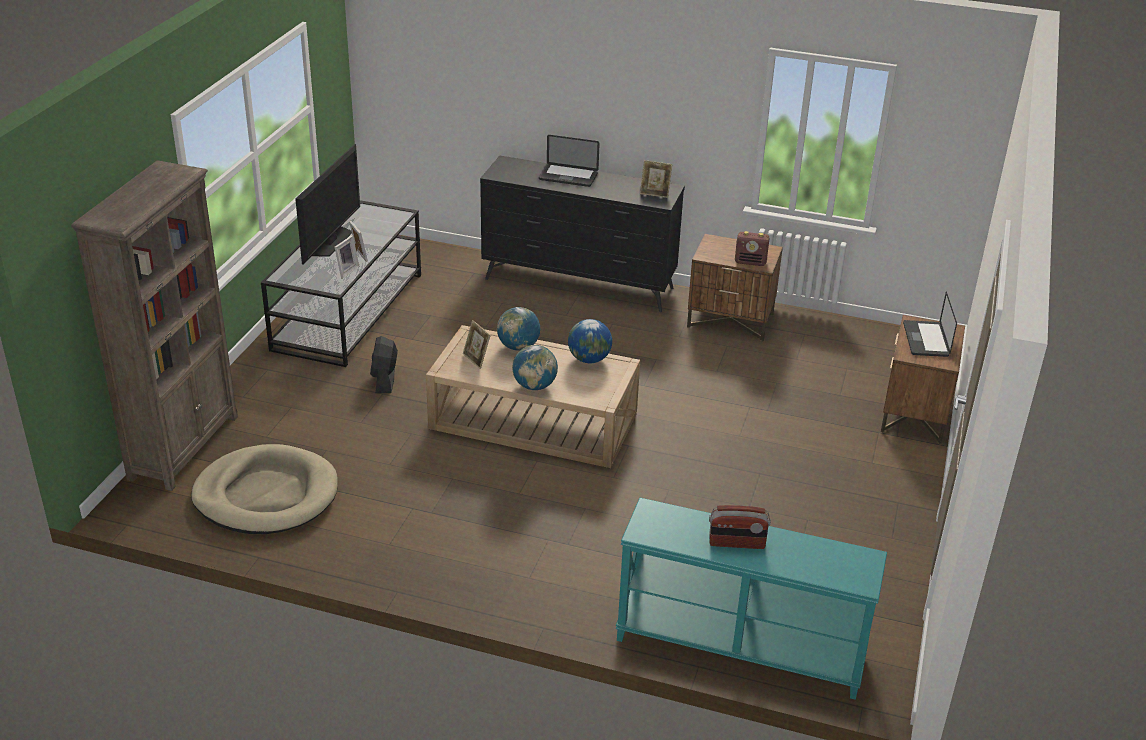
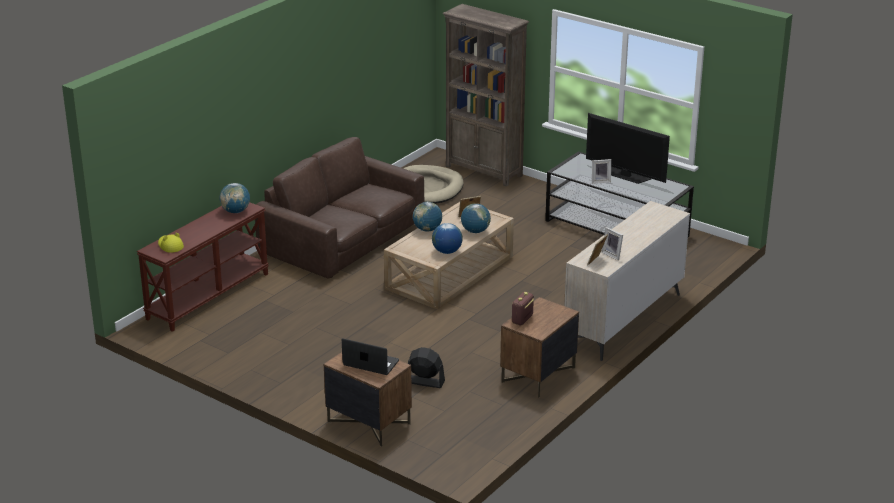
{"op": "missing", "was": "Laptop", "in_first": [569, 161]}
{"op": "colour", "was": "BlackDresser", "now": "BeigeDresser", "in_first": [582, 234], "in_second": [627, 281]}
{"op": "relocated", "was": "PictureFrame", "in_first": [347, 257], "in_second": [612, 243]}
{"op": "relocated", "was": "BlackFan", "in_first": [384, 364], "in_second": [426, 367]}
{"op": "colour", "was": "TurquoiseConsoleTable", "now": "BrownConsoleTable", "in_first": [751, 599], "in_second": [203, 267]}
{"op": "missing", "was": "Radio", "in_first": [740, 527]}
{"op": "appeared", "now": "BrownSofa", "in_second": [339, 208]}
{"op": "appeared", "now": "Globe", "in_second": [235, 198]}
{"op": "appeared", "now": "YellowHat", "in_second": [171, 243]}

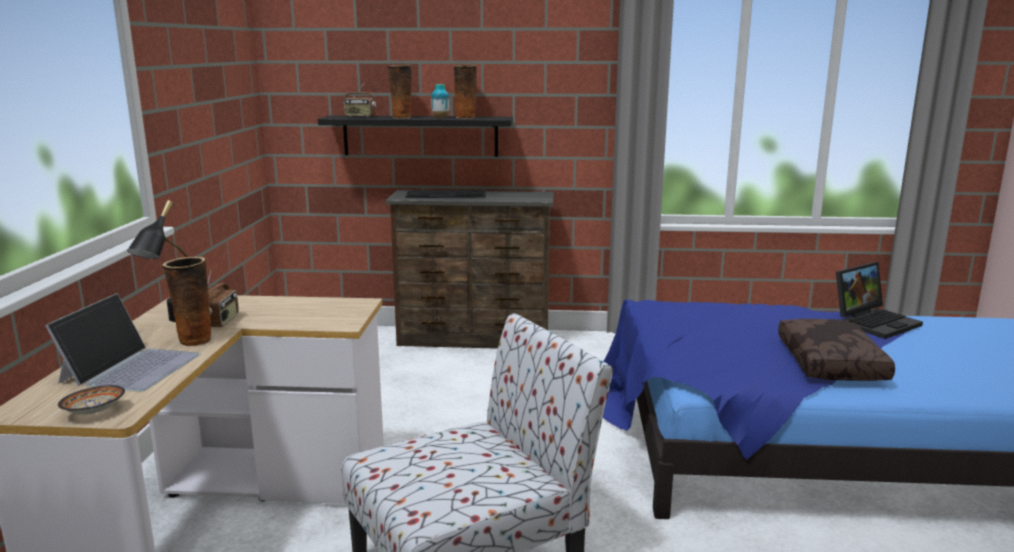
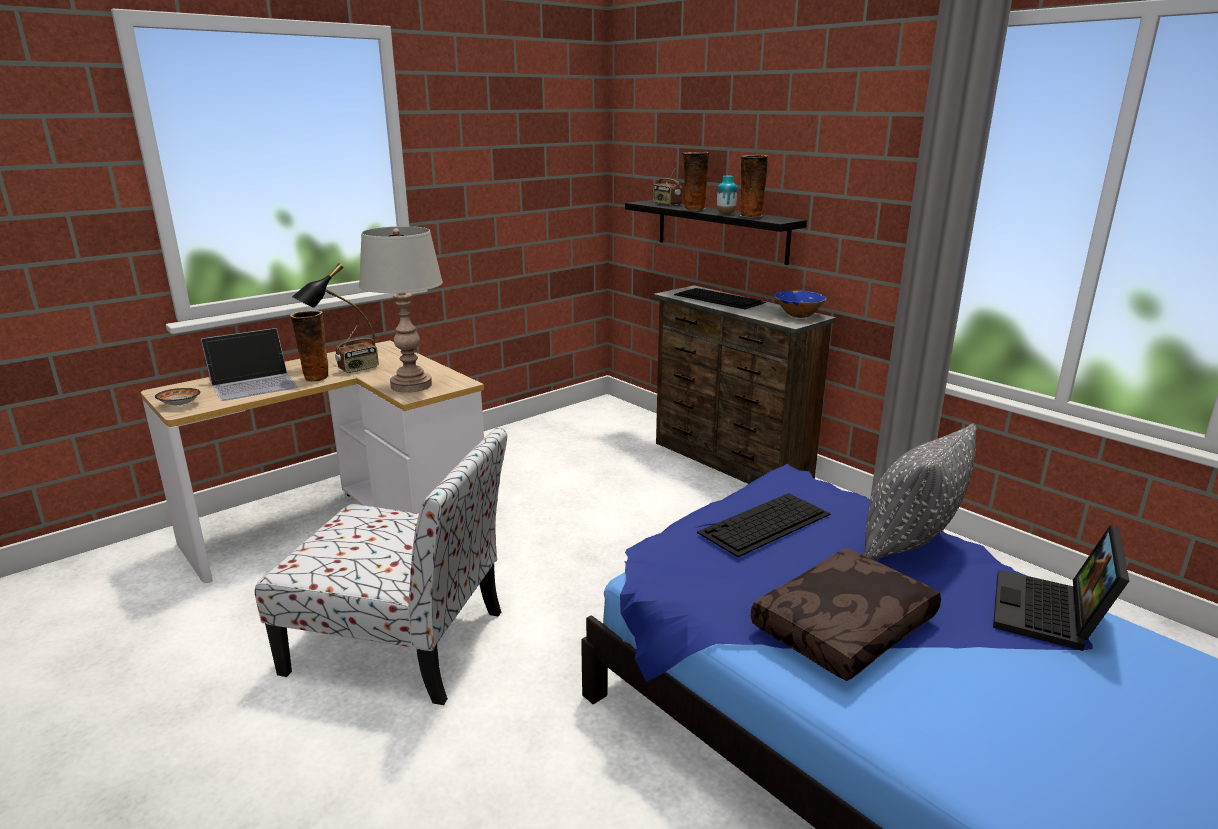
{"op": "spun", "was": "Laptop", "in_first": [879, 300], "in_second": [1061, 588], "clockwise": 105}
{"op": "appeared", "now": "GreyTableLamp", "in_second": [401, 309]}
{"op": "appeared", "now": "BlueBowl", "in_second": [800, 304]}
{"op": "appeared", "now": "GreyPillow", "in_second": [920, 492]}
{"op": "appeared", "now": "Keyboard", "in_second": [764, 525]}

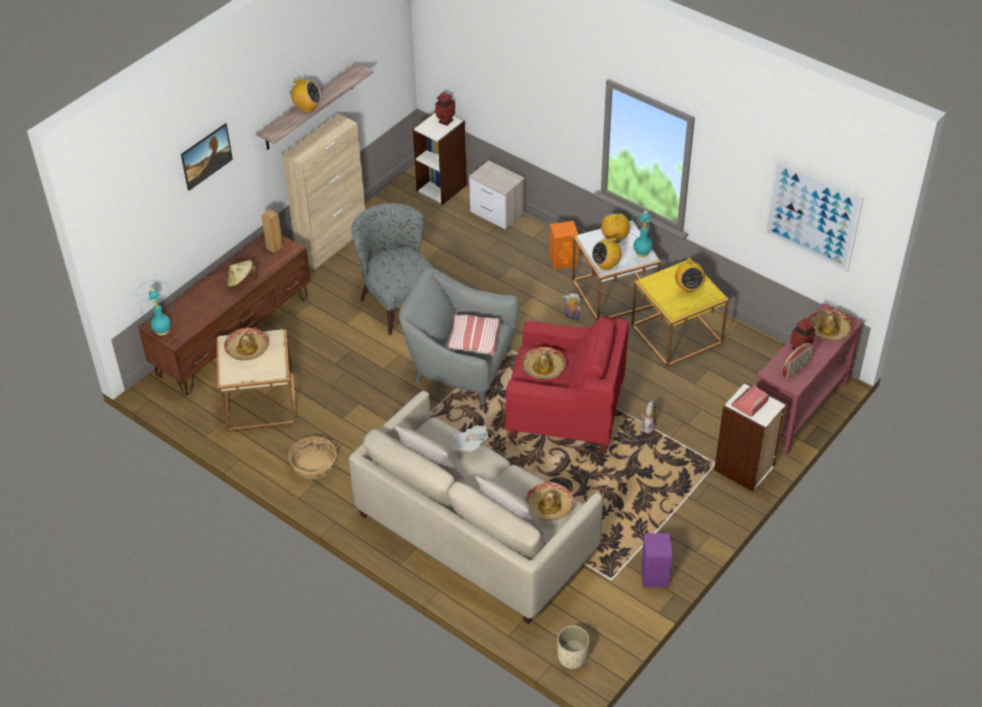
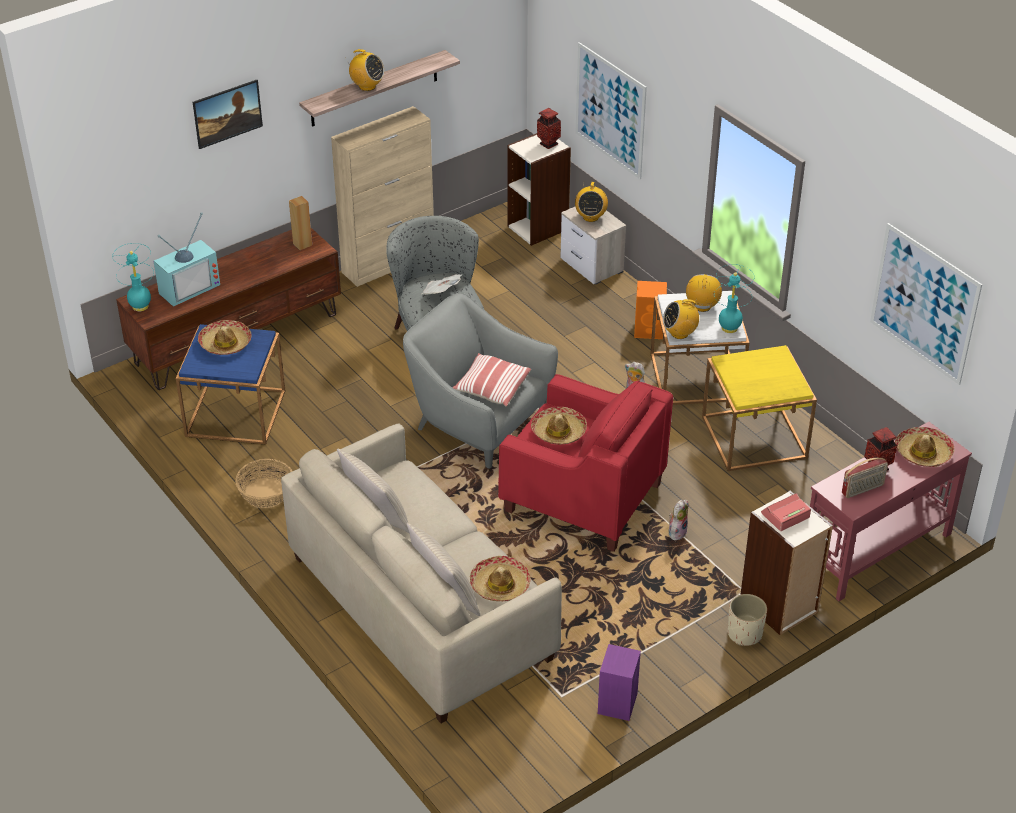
{"op": "relocated", "was": "Radio", "in_first": [690, 275], "in_second": [591, 202]}
{"op": "missing", "was": "BeigeHat", "in_first": [241, 274]}
{"op": "colour", "was": "BeigeSideTable", "now": "BlueSideTable", "in_first": [256, 380], "in_second": [230, 384]}
{"op": "relocated", "was": "Newspaper", "in_first": [469, 439], "in_second": [441, 284]}
{"op": "relocated", "was": "BeigePlanter", "in_first": [573, 647], "in_second": [747, 620]}
{"op": "appeared", "now": "Picture", "in_second": [611, 110]}
{"op": "appeared", "now": "Television", "in_second": [187, 259]}

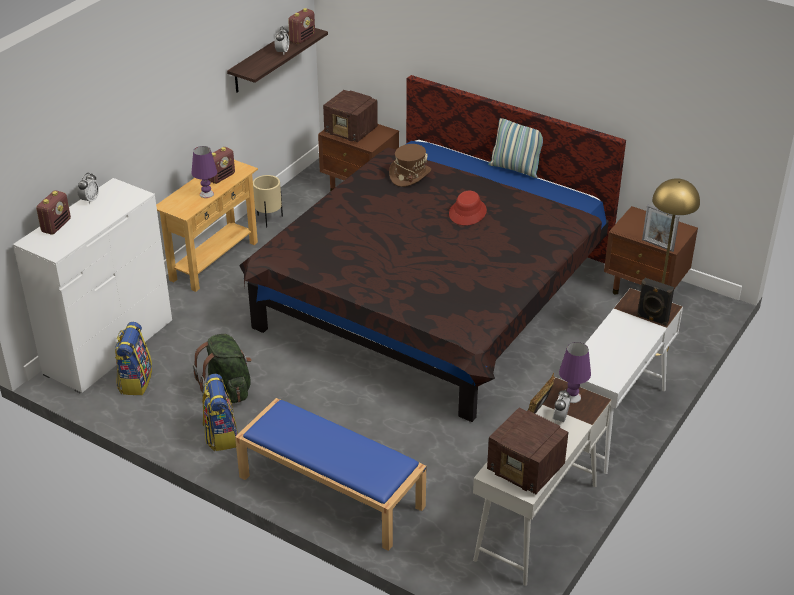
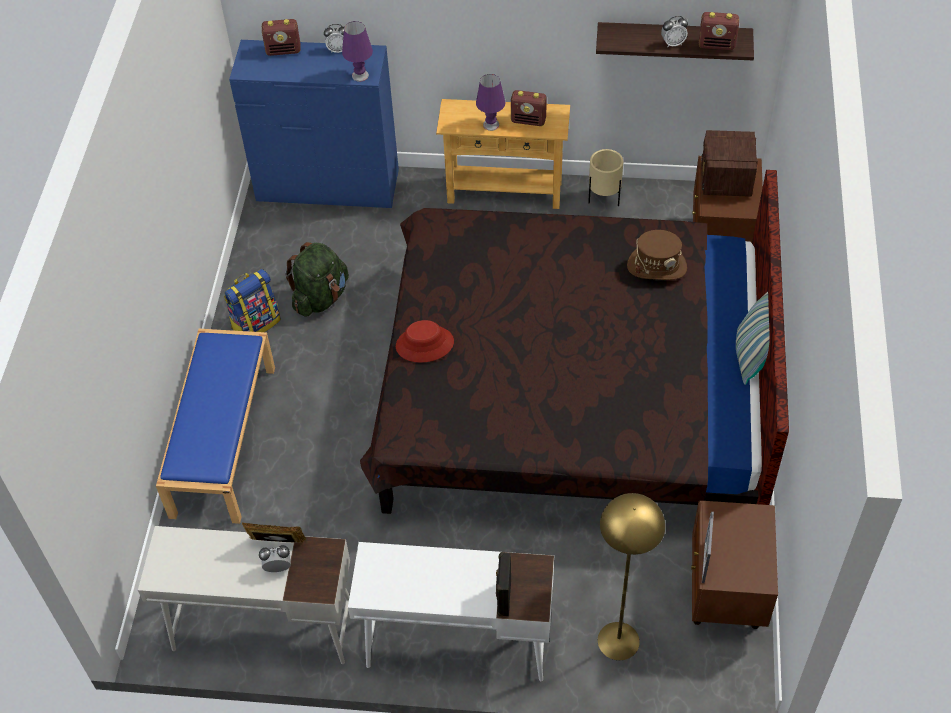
{"op": "colour", "was": "WhiteDresser", "now": "BlueDresser", "in_first": [92, 285], "in_second": [314, 124]}
{"op": "relocated", "was": "RedHat", "in_first": [468, 208], "in_second": [425, 341]}
{"op": "missing", "was": "Backpack", "in_first": [133, 358]}
{"op": "relocated", "was": "PurpleTableLamp", "in_first": [575, 372], "in_second": [357, 51]}
{"op": "missing", "was": "Radio", "in_first": [527, 451]}

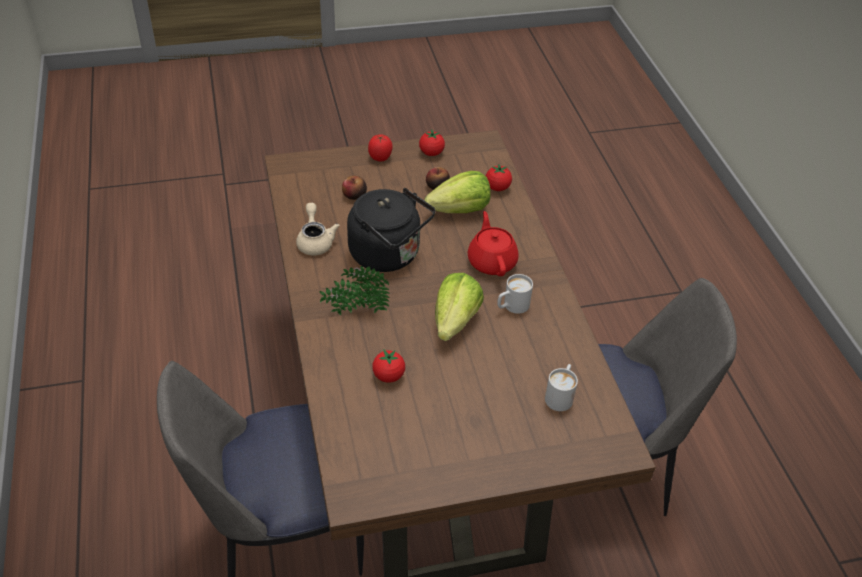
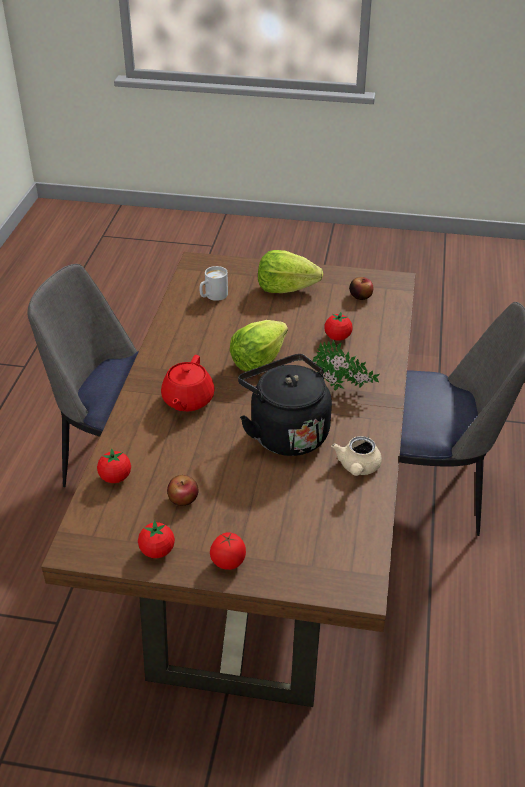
{"op": "relocated", "was": "Lettuce", "in_first": [458, 192], "in_second": [290, 271]}
{"op": "relocated", "was": "Apple", "in_first": [354, 188], "in_second": [361, 288]}
{"op": "missing", "was": "WhiteMug", "in_first": [515, 294]}

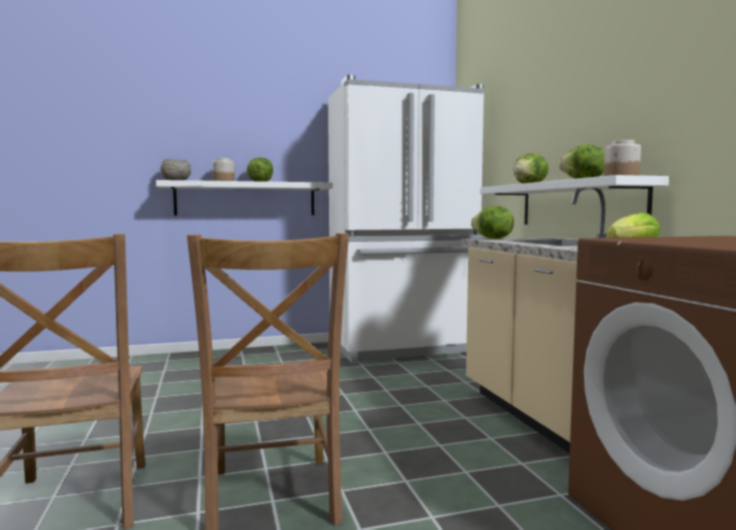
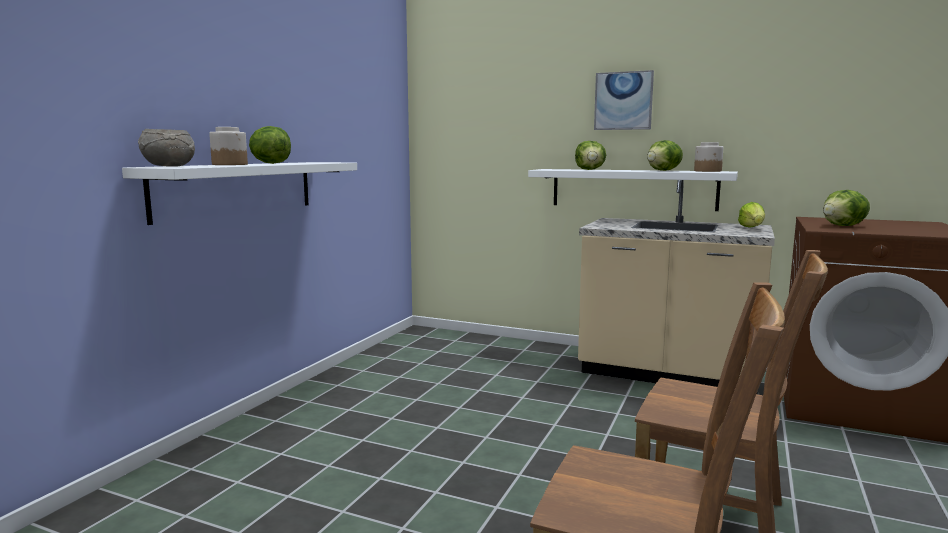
{"op": "missing", "was": "WhiteFridge", "in_first": [406, 219]}
{"op": "relocated", "was": "Lettuce", "in_first": [492, 222], "in_second": [846, 208]}
{"op": "appeared", "now": "Picture", "in_second": [624, 100]}

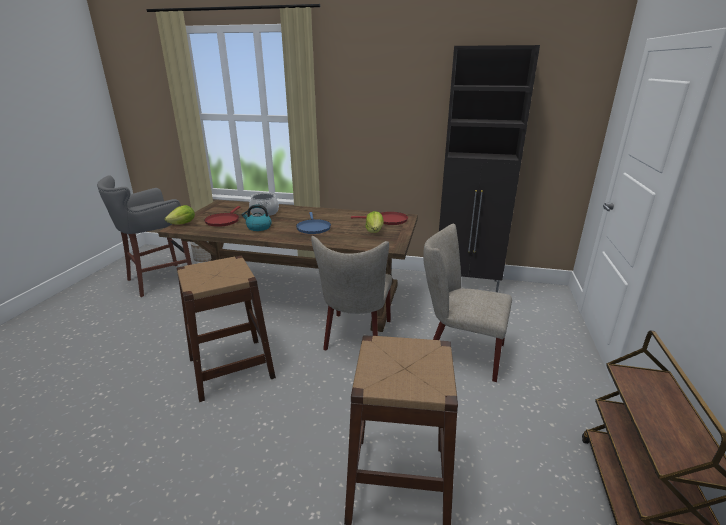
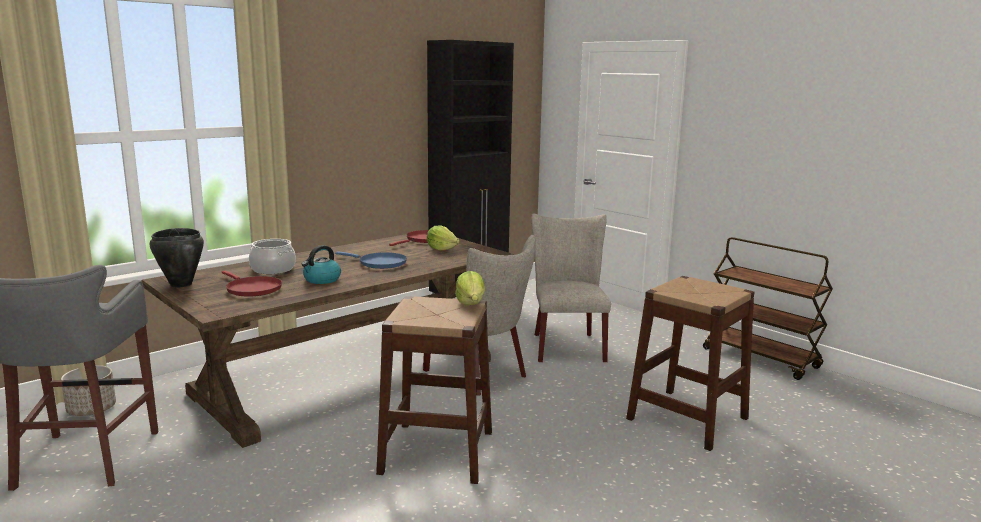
{"op": "relocated", "was": "Lettuce", "in_first": [180, 214], "in_second": [470, 288]}
{"op": "spun", "was": "BeigeChair", "in_first": [468, 303], "in_second": [571, 287], "clockwise": 120}
{"op": "appeared", "now": "BlackCookingPot", "in_second": [177, 257]}

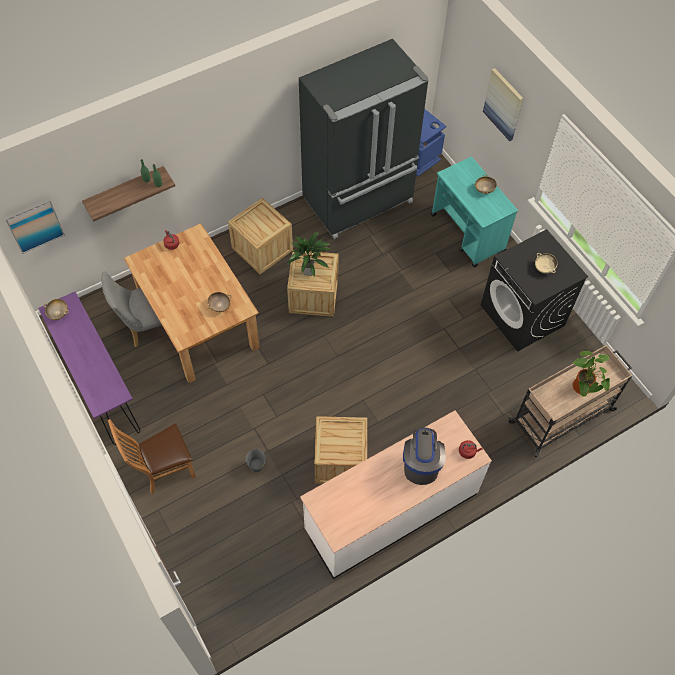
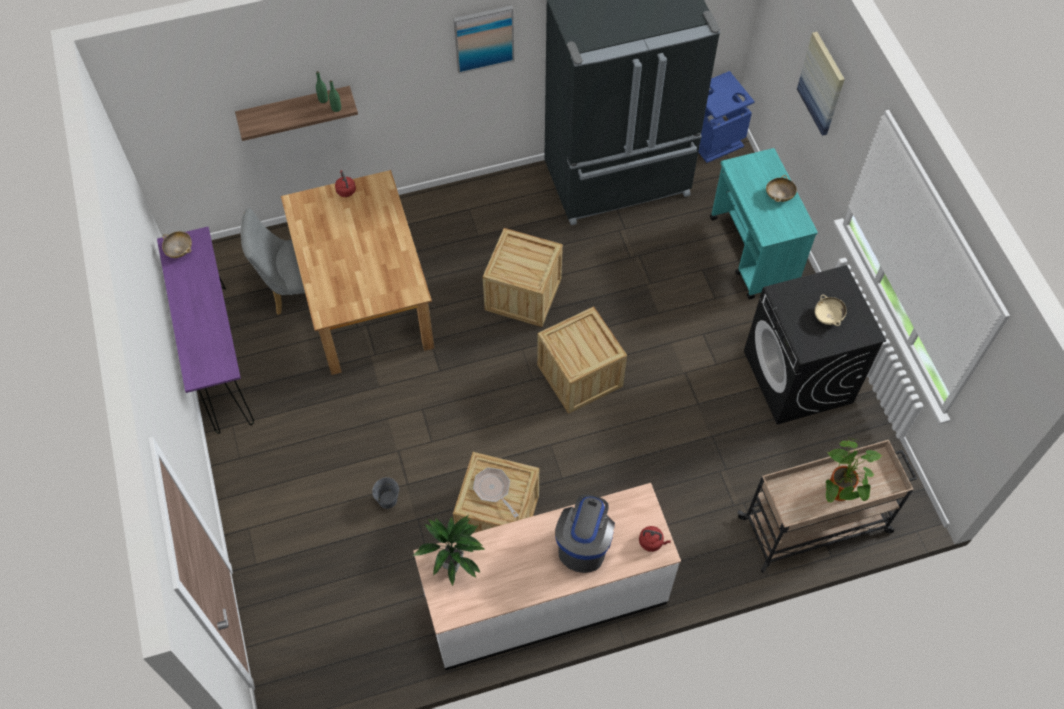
{"op": "relocated", "was": "Crate", "in_first": [260, 236], "in_second": [582, 360]}
{"op": "relocated", "was": "Picture", "in_first": [34, 226], "in_second": [483, 39]}
{"op": "relocated", "was": "PottedPlant", "in_first": [308, 254], "in_second": [449, 550]}
{"op": "missing", "was": "BeigeBowl", "in_first": [219, 302]}
{"op": "missing", "was": "BrownChair", "in_first": [152, 456]}
{"op": "appeared", "now": "FryingPan", "in_second": [495, 493]}

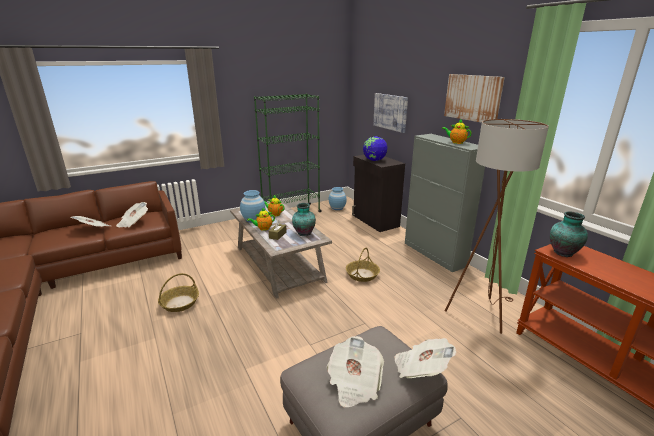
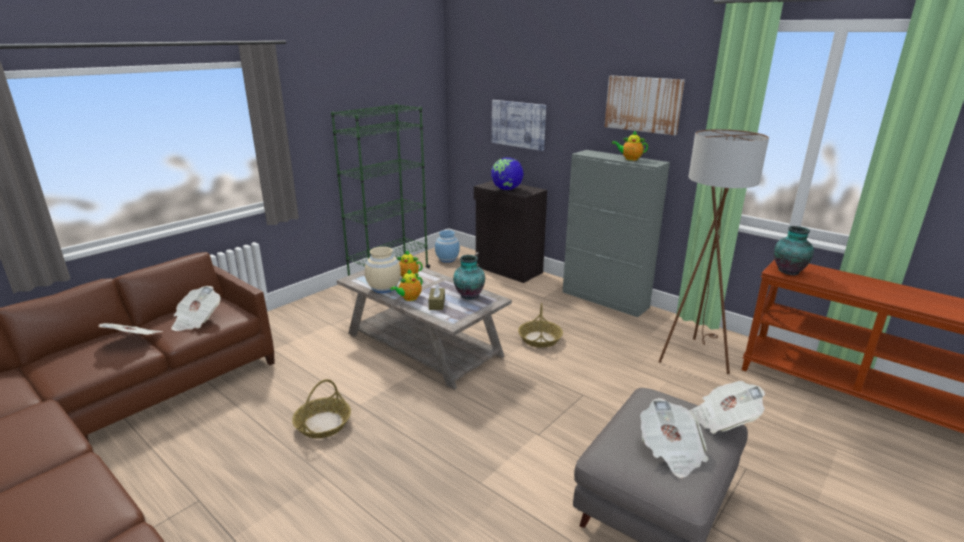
{"op": "colour", "was": "BlueVase", "now": "BeigeVase", "in_first": [252, 206], "in_second": [383, 270]}

